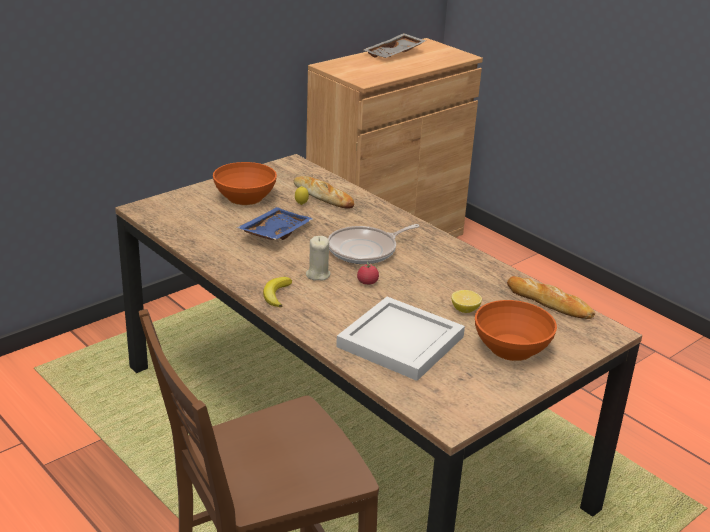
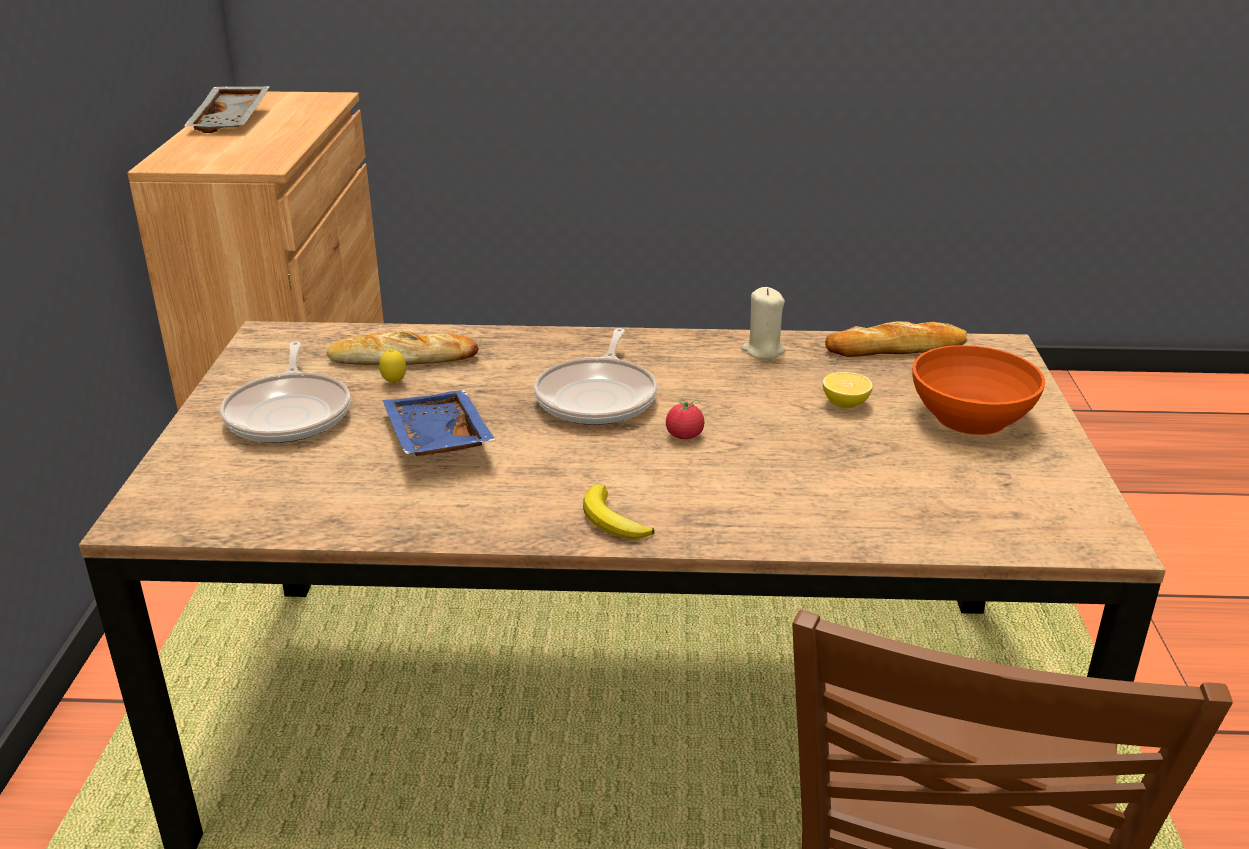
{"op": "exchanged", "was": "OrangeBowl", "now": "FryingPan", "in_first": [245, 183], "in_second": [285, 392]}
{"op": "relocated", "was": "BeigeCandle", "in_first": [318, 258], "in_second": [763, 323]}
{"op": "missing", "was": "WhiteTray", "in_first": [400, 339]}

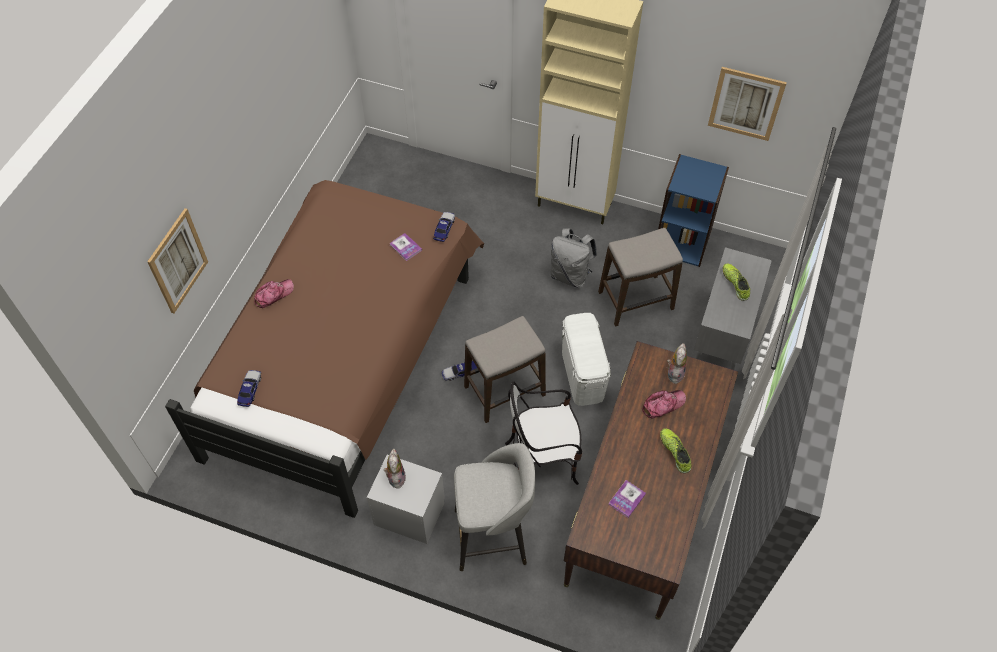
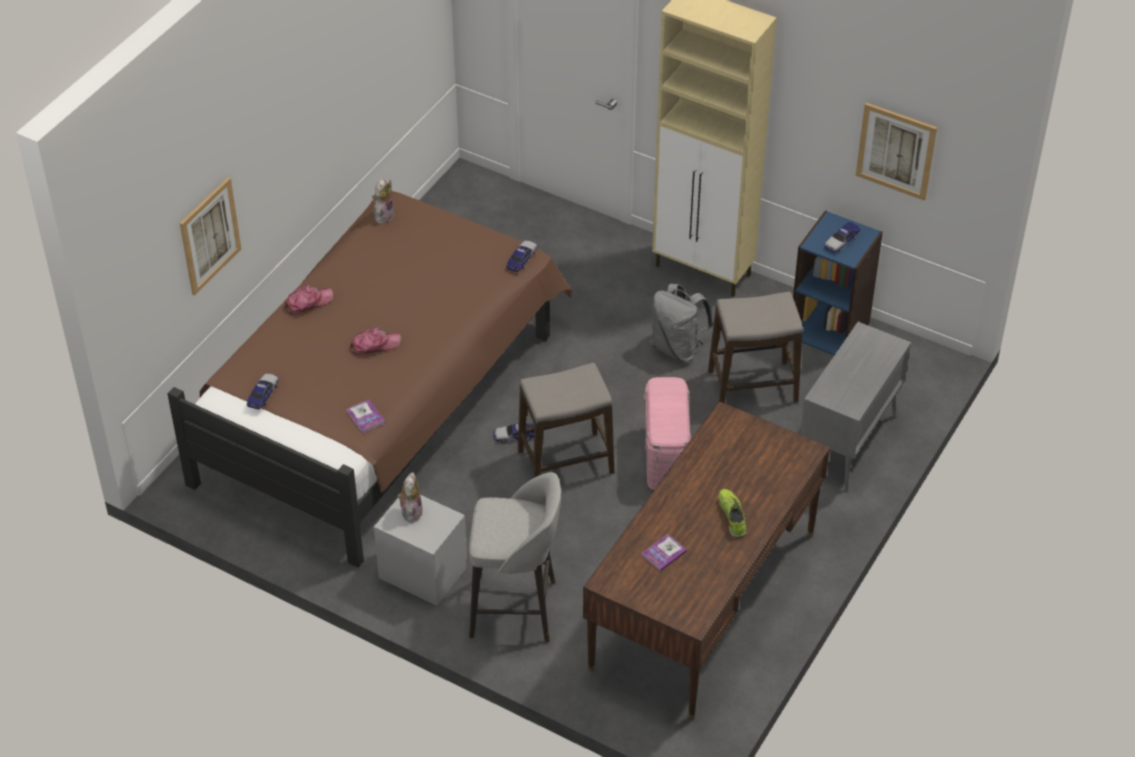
{"op": "relocated", "was": "Book", "in_first": [405, 247], "in_second": [365, 416]}
{"op": "missing", "was": "Shoe", "in_first": [736, 282]}
{"op": "colour", "was": "WhiteStorageBox", "now": "PinkStorageBox", "in_first": [586, 359], "in_second": [667, 433]}
{"op": "relocated", "was": "PlushToy", "in_first": [676, 363], "in_second": [383, 201]}
{"op": "missing", "was": "Chair", "in_first": [543, 433]}
{"op": "relocated", "was": "Cap", "in_first": [664, 404], "in_second": [375, 341]}
{"op": "appeared", "now": "ToyCar", "in_second": [842, 237]}

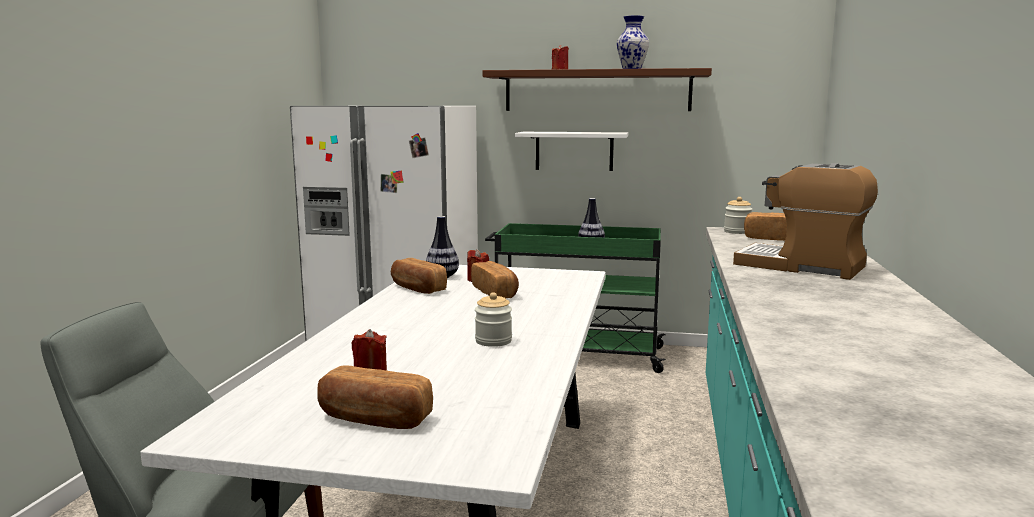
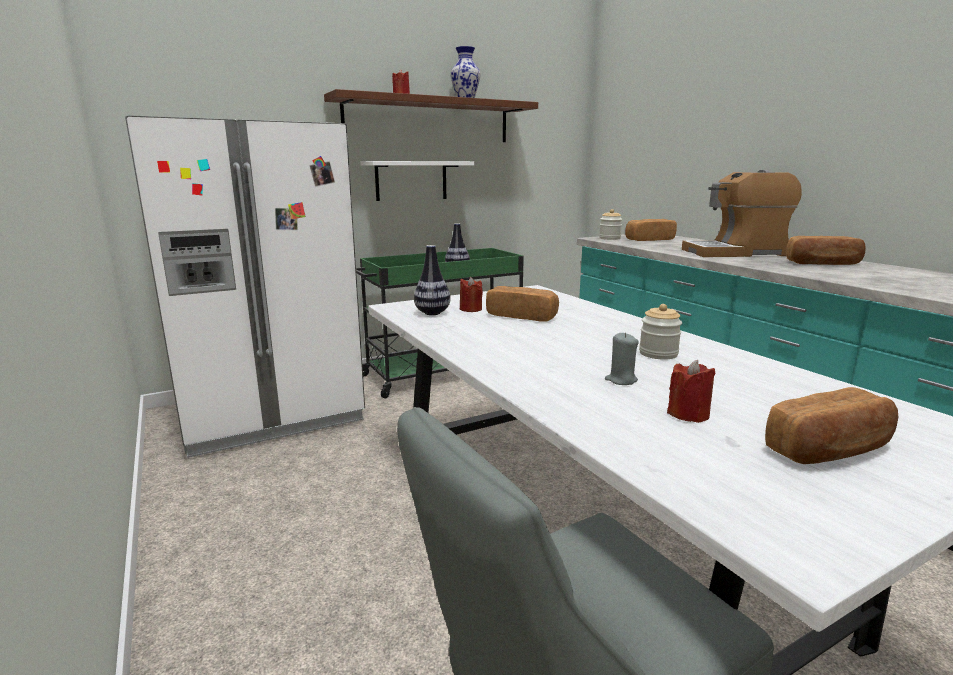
{"op": "relocated", "was": "Bread", "in_first": [419, 276], "in_second": [826, 250]}
{"op": "appeared", "now": "GreyCandle", "in_second": [622, 359]}

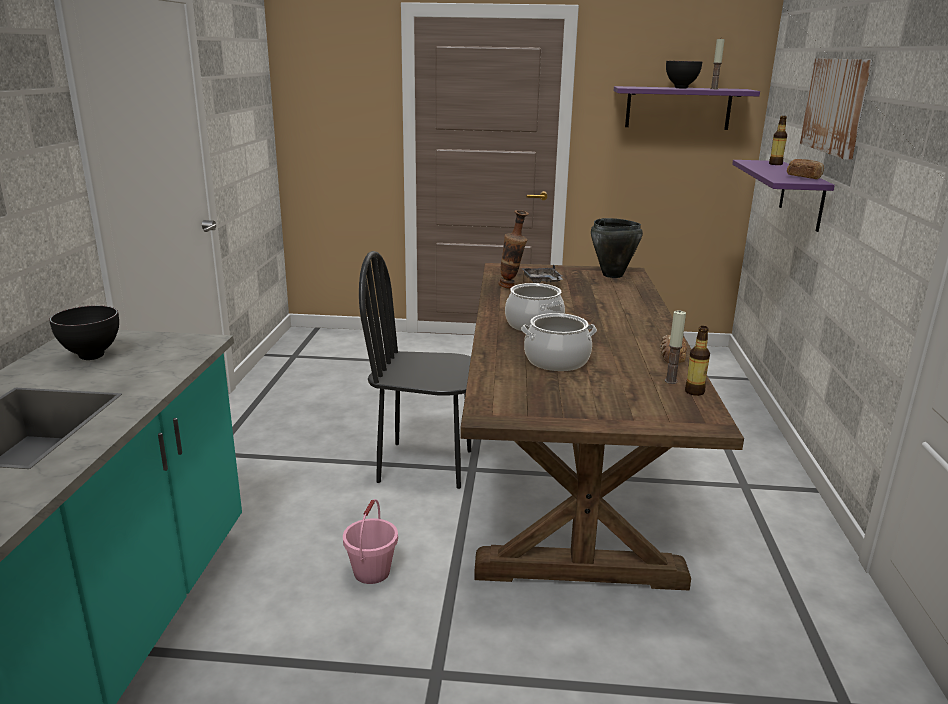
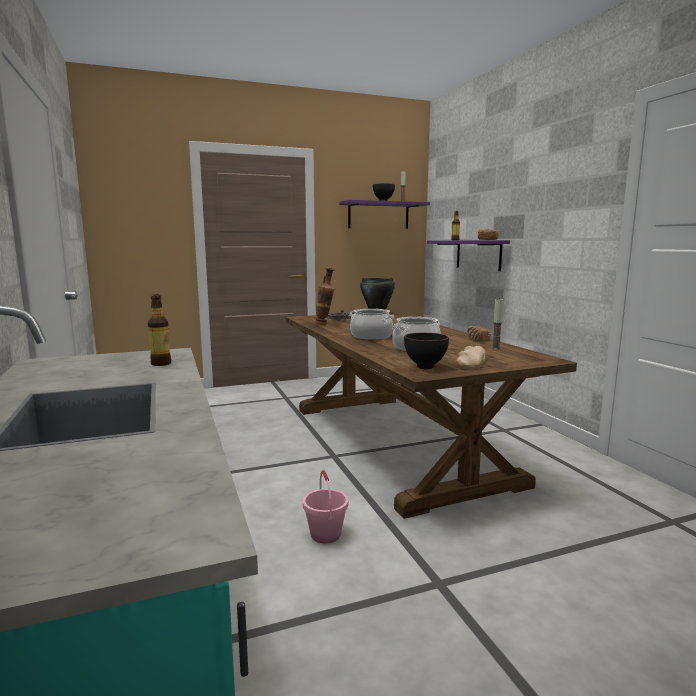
{"op": "missing", "was": "Picture", "in_first": [836, 109]}
{"op": "missing", "was": "BlackChair", "in_first": [415, 370]}
{"op": "relocated", "was": "BlackBowl", "in_first": [84, 332], "in_second": [426, 351]}
{"op": "relocated", "was": "Bottle", "in_first": [697, 361], "in_second": [159, 330]}
{"op": "appeared", "now": "Bread", "in_second": [471, 357]}

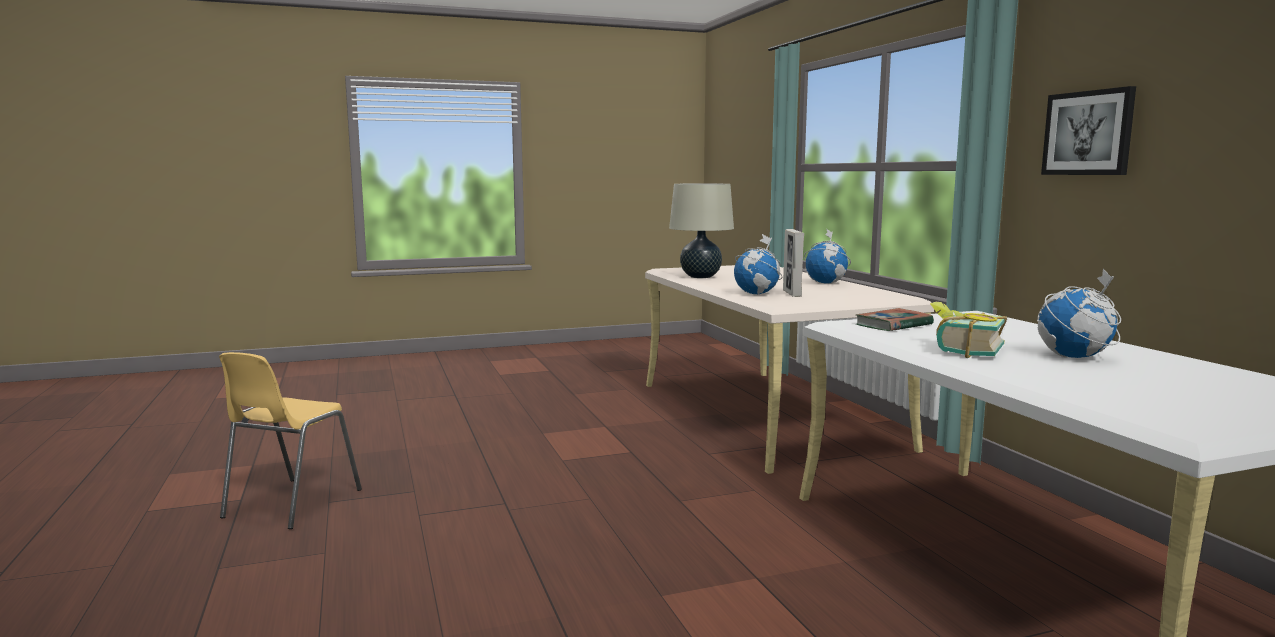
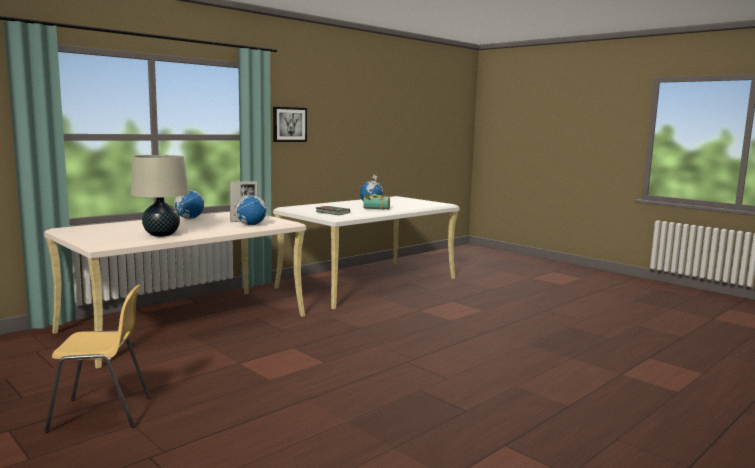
{"op": "relocated", "was": "YellowChair", "in_first": [290, 440], "in_second": [98, 359]}

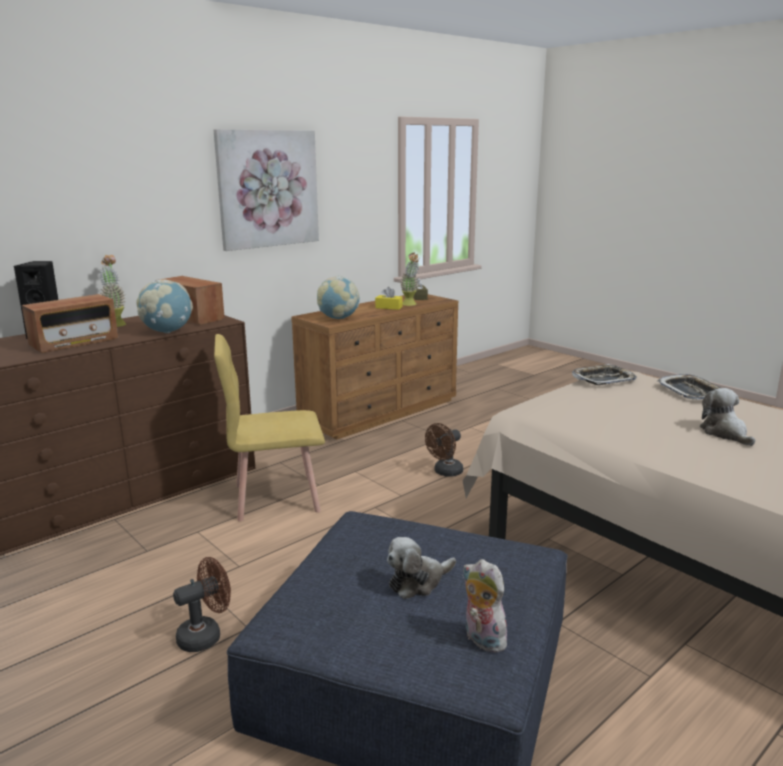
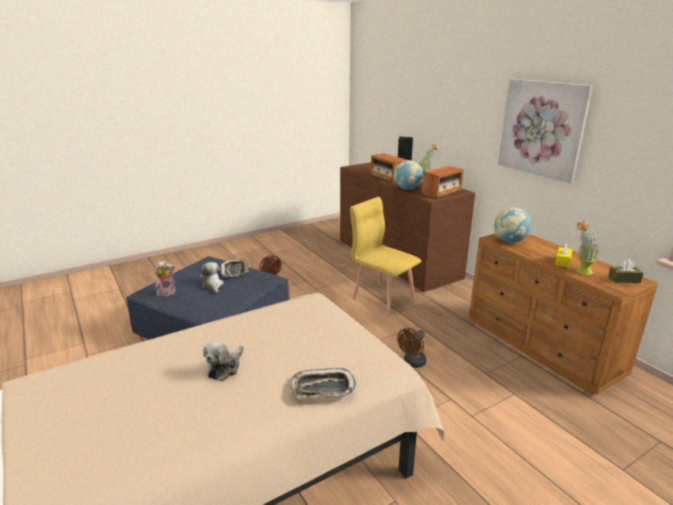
{"op": "spun", "was": "YellowChair", "in_first": [269, 428], "in_second": [385, 256], "clockwise": -45}
{"op": "relocated", "was": "Tray", "in_first": [604, 374], "in_second": [235, 268]}
{"op": "spun", "was": "PlushToy", "in_first": [727, 417], "in_second": [223, 361], "clockwise": 120}
{"op": "spun", "was": "BrownFan", "in_first": [444, 450], "in_second": [411, 348], "clockwise": -105}

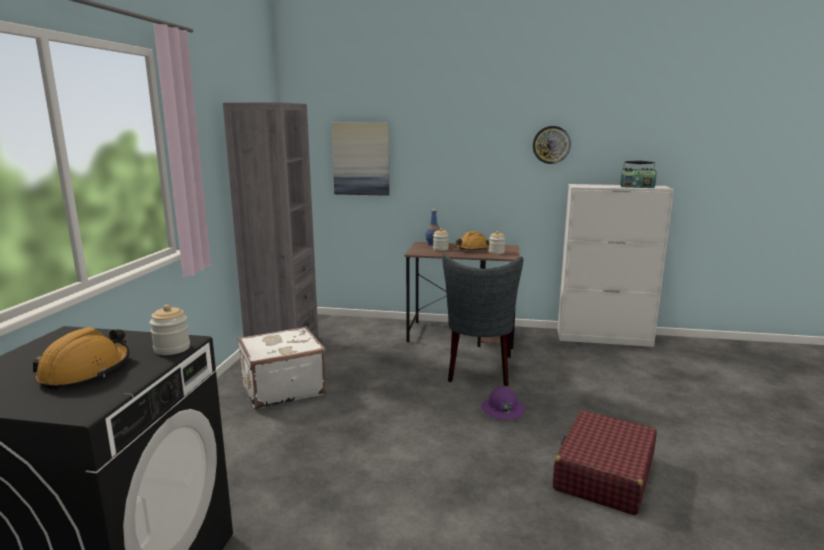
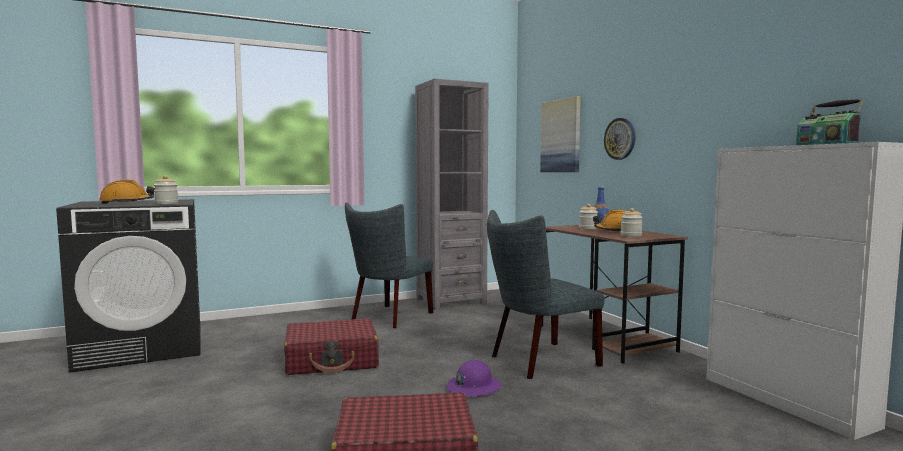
{"op": "relocated", "was": "WallClock", "in_first": [552, 145], "in_second": [619, 139]}
{"op": "exchanged", "was": "WhiteSuitcase", "now": "GreyChair", "in_first": [282, 368], "in_second": [389, 265]}
{"op": "appeared", "now": "RedSuitcase", "in_second": [331, 346]}

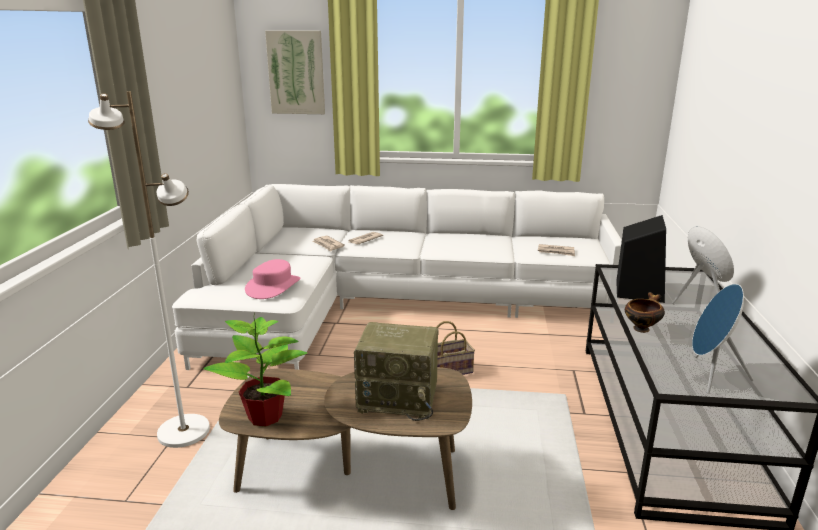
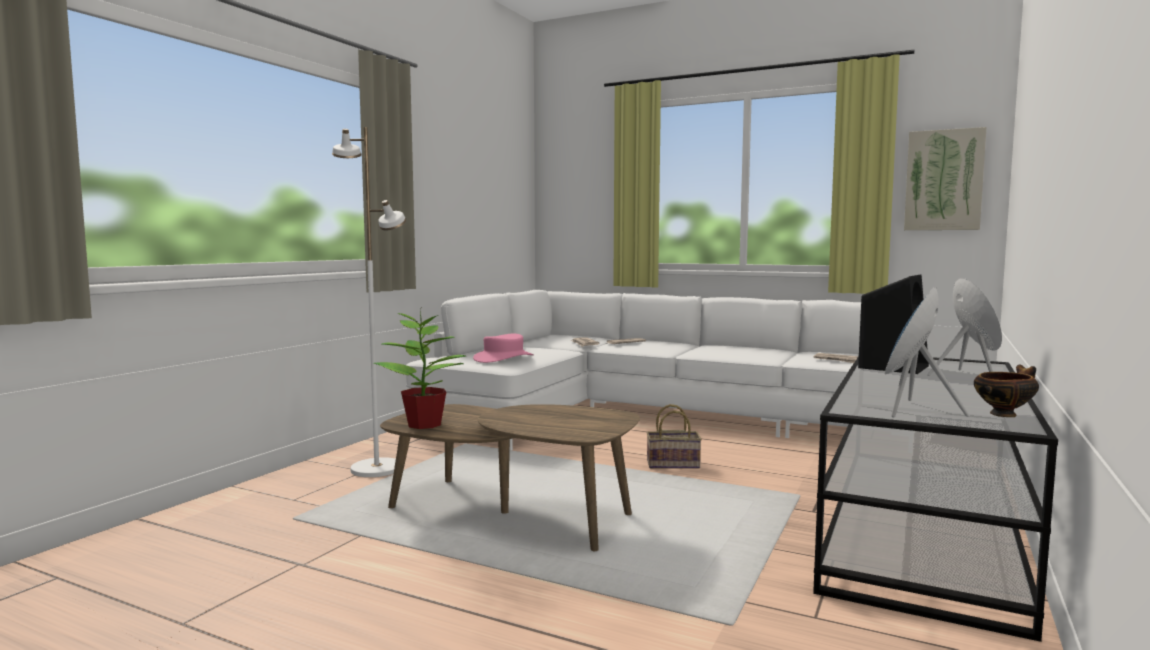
{"op": "relocated", "was": "Picture", "in_first": [295, 72], "in_second": [945, 178]}
{"op": "relocated", "was": "Bowl", "in_first": [645, 312], "in_second": [1006, 390]}
{"op": "missing", "was": "Radio", "in_first": [396, 371]}

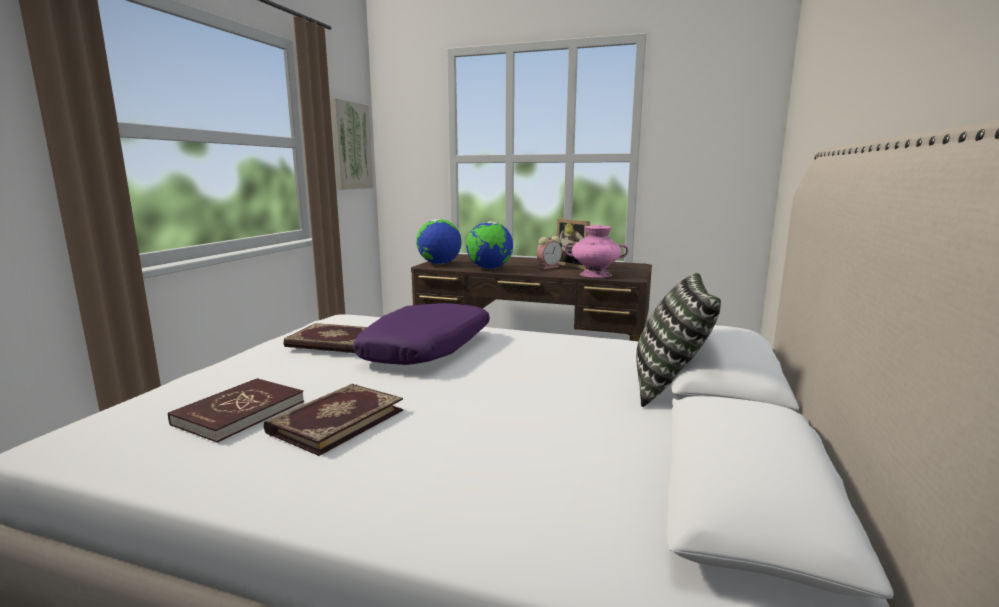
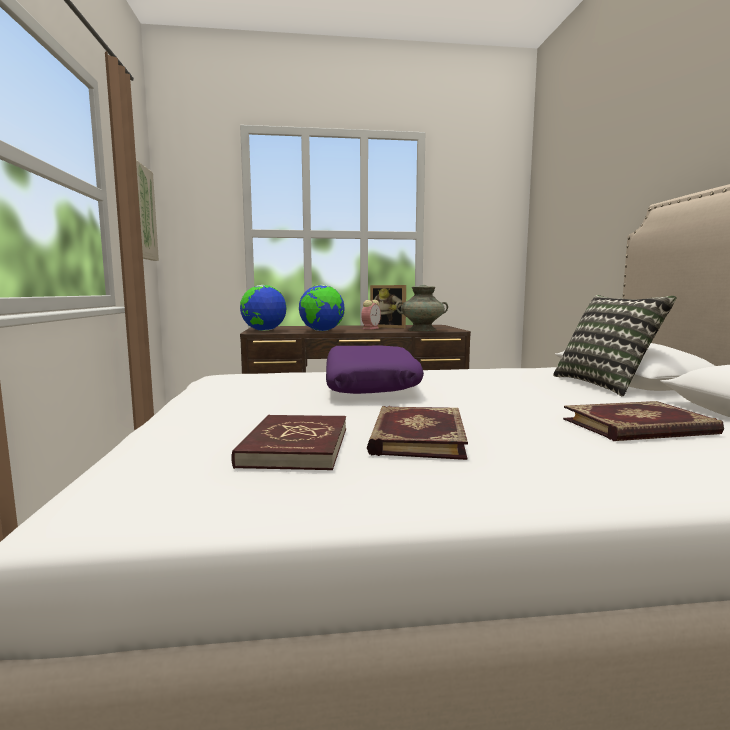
{"op": "colour", "was": "PinkVase", "now": "TurquoiseVase", "in_first": [597, 251], "in_second": [422, 308]}
{"op": "relocated", "was": "Book", "in_first": [325, 338], "in_second": [643, 421]}

